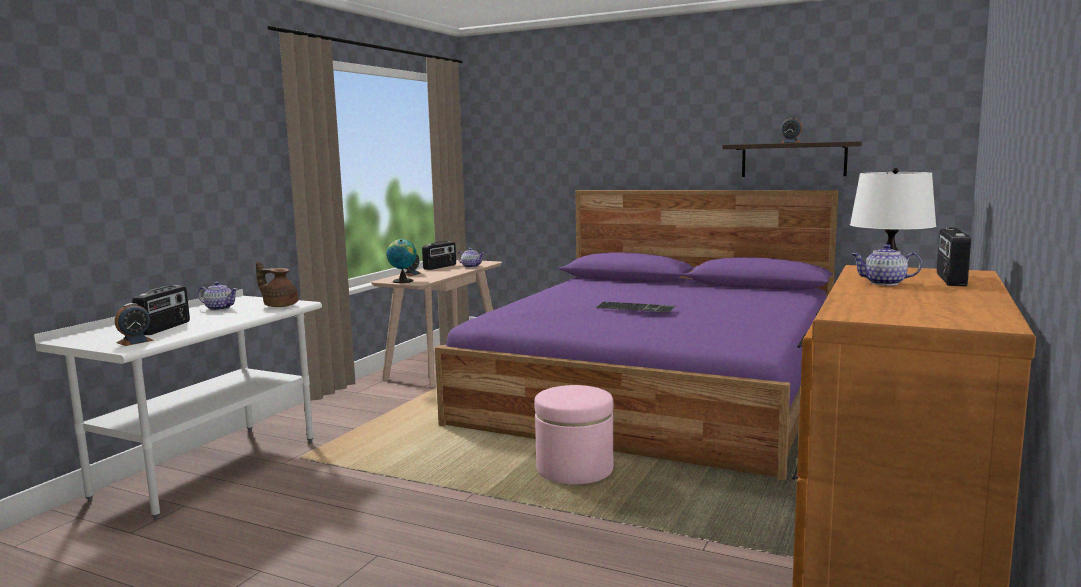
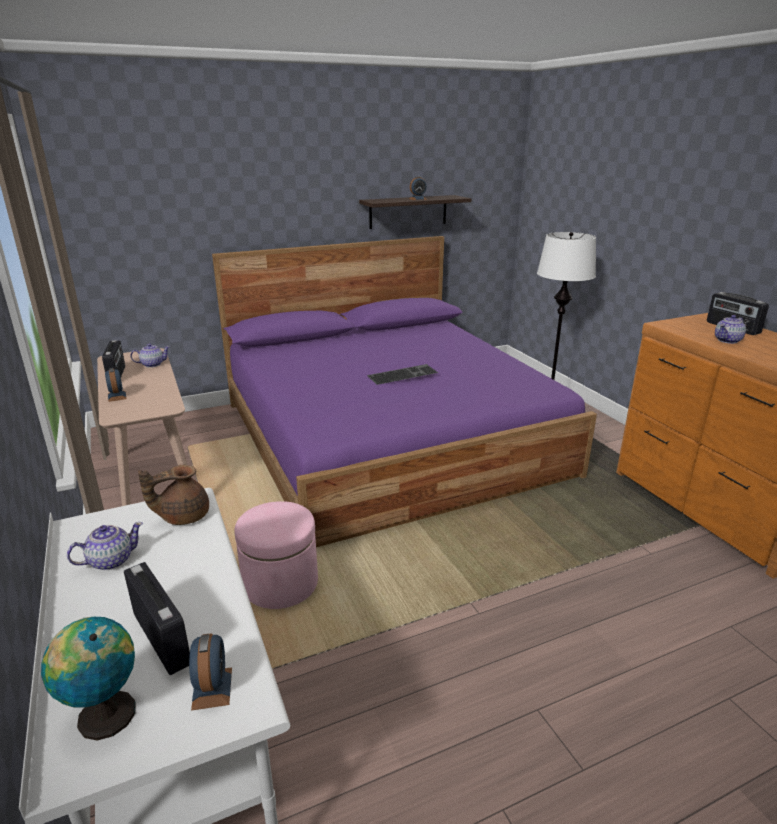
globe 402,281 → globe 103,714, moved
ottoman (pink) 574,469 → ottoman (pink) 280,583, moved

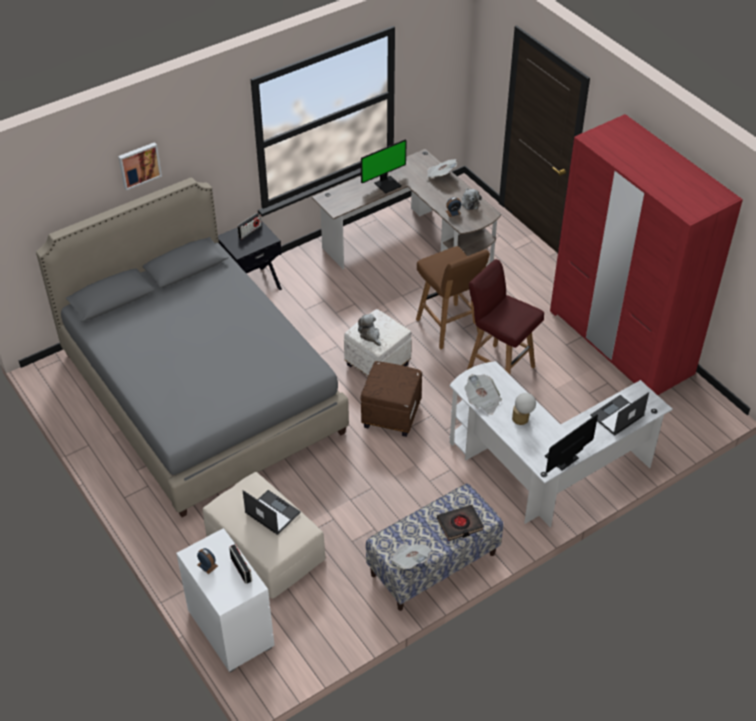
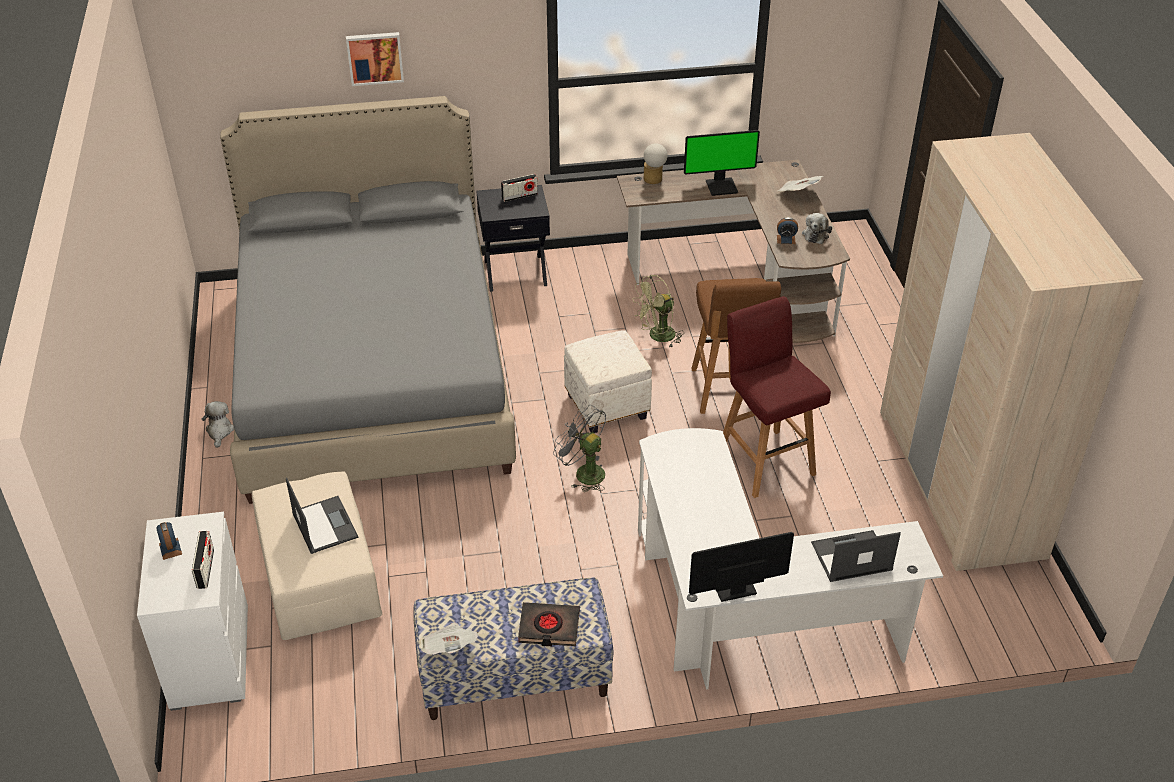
plush toy 370,335 → plush toy 219,431, moved
ottoman (brown) 391,415 → fan (grey) 584,472
newspaper 482,401 → -
table lamp 522,420 → table lamp 653,180, moved
wardrobe (red) 620,342 → wardrobe (beige) 959,482
- → fan (green) 657,337

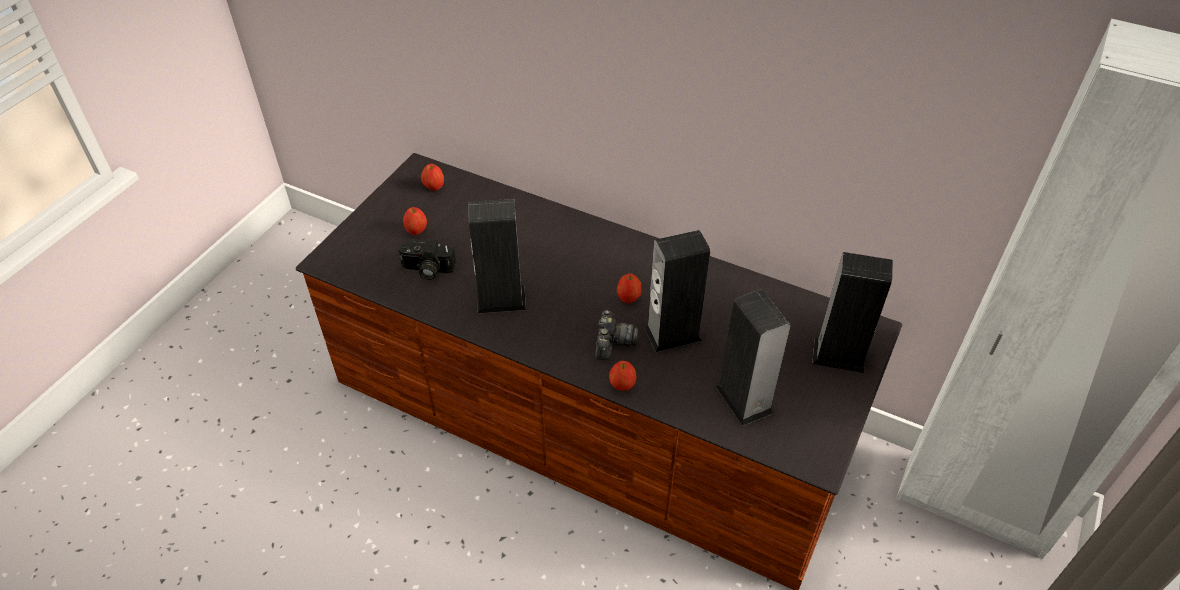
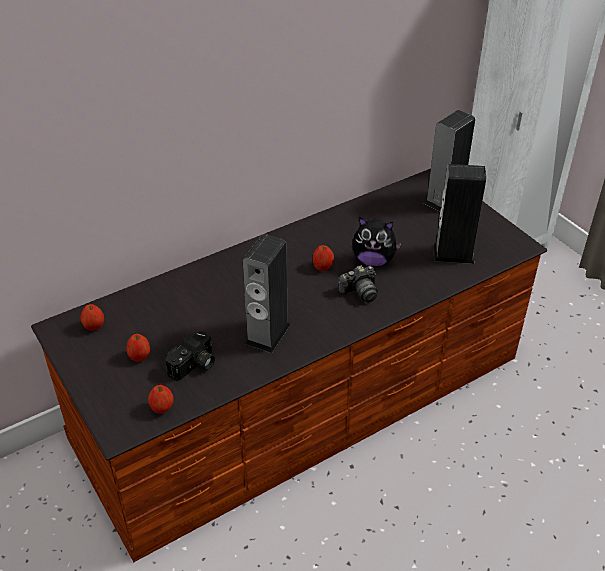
photo camera 613,343 → photo camera 359,292, 120 degrees clockwise
apple 622,385 → apple 162,408, moved
speaker 673,334 → plush toy 373,260

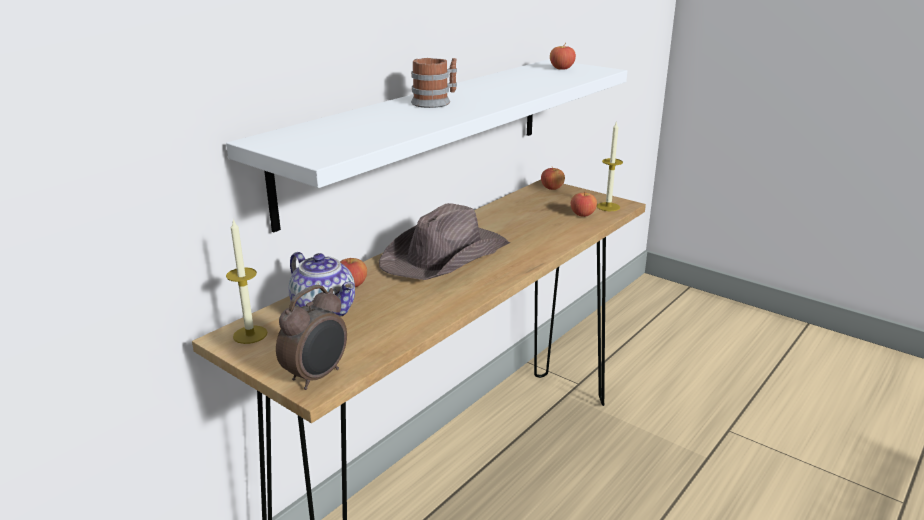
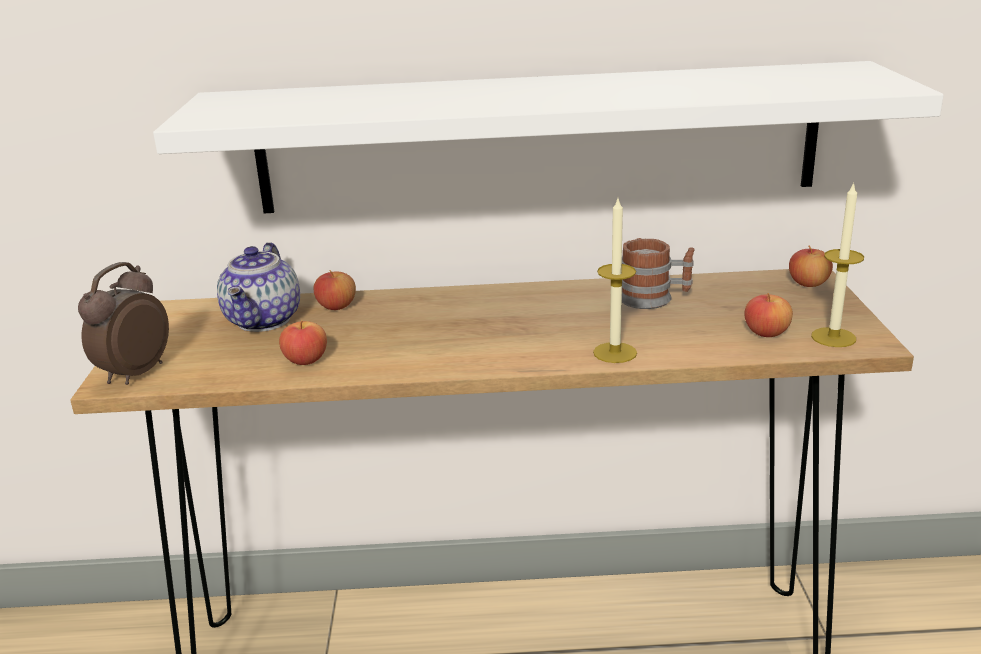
candle 250,334 → candle 615,352, moved
alarm clock 317,376 → alarm clock 134,374, 120 degrees clockwise
hat (brown) 447,256 → -
mug 436,102 → mug 654,298, moved
apple 561,68 → apple 305,360, moved

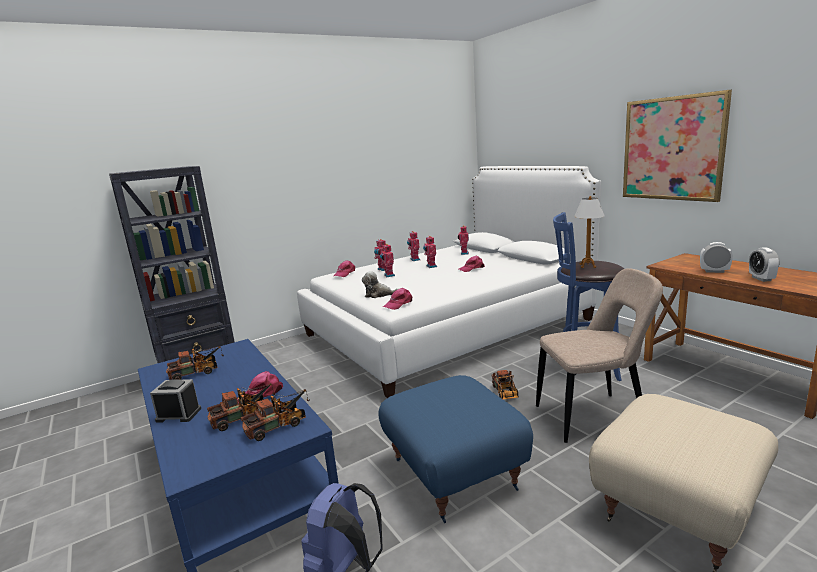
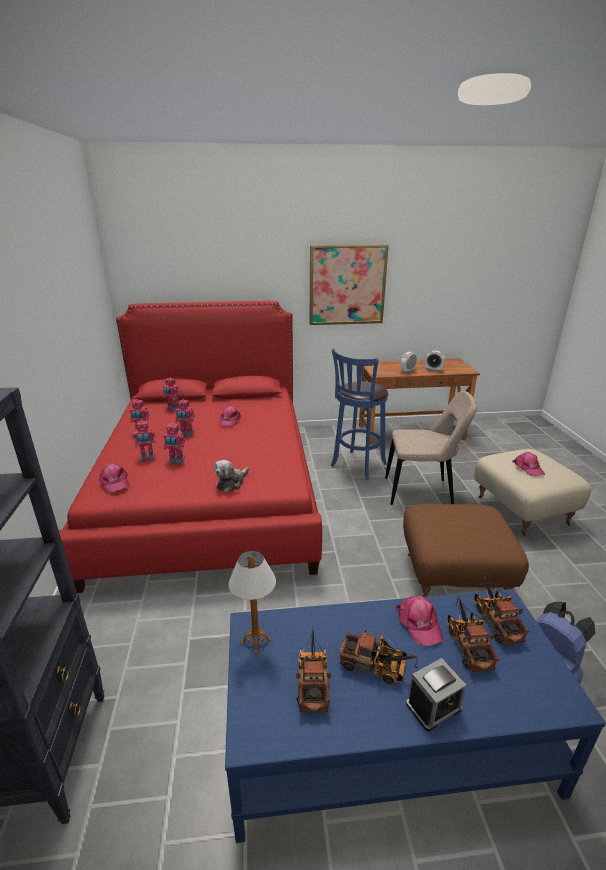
alarm clock 178,414 → alarm clock 433,706, 150 degrees counterclockwise
bed (white) 447,327 → bed (red) 209,490
ottoman (blue) 454,474 → ottoman (brown) 455,577
cap (pink) 398,304 → cap (pink) 528,468, moved
toy truck 505,393 → toy truck 377,667, moved
chair (beige) 594,417 → chair (beige) 422,492, 75 degrees clockwise
table lamp 587,266 → table lamp 255,641, moved

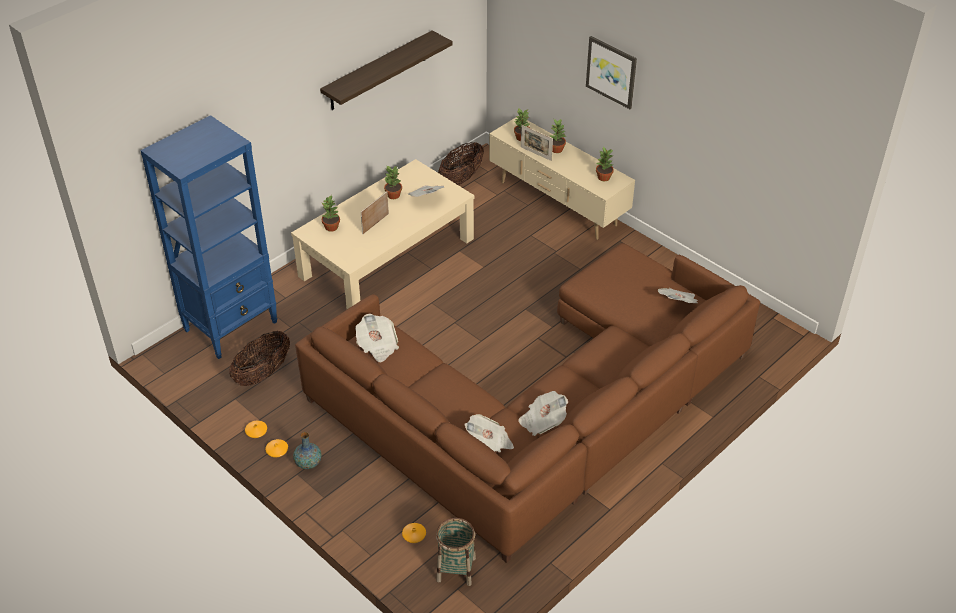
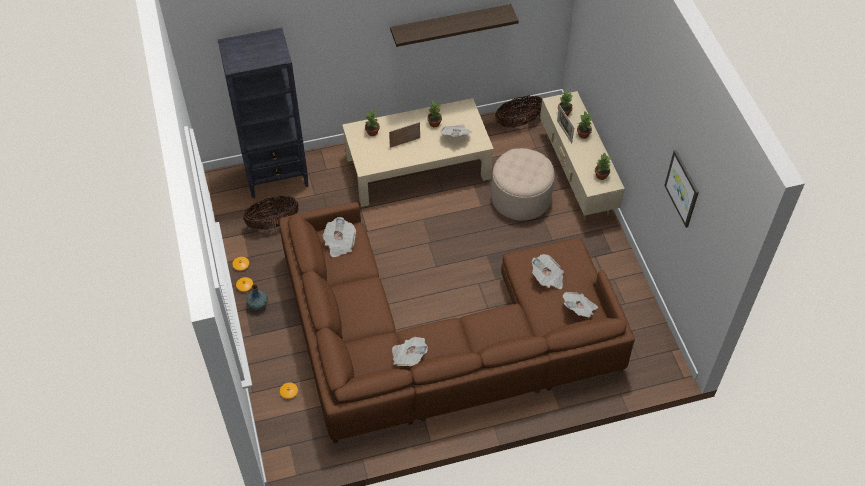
bookcase (blue) 232,326 → bookcase (black) 277,176
basket 456,569 → -
newspaper 489,443 → newspaper 547,278, moved
picture 611,72 → picture 682,188, moved
- → ottoman (beige) 521,198

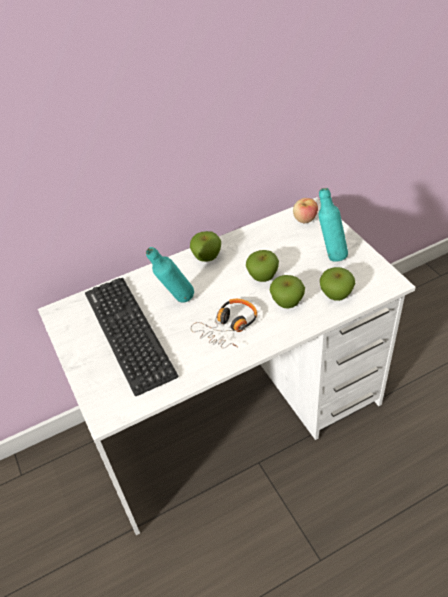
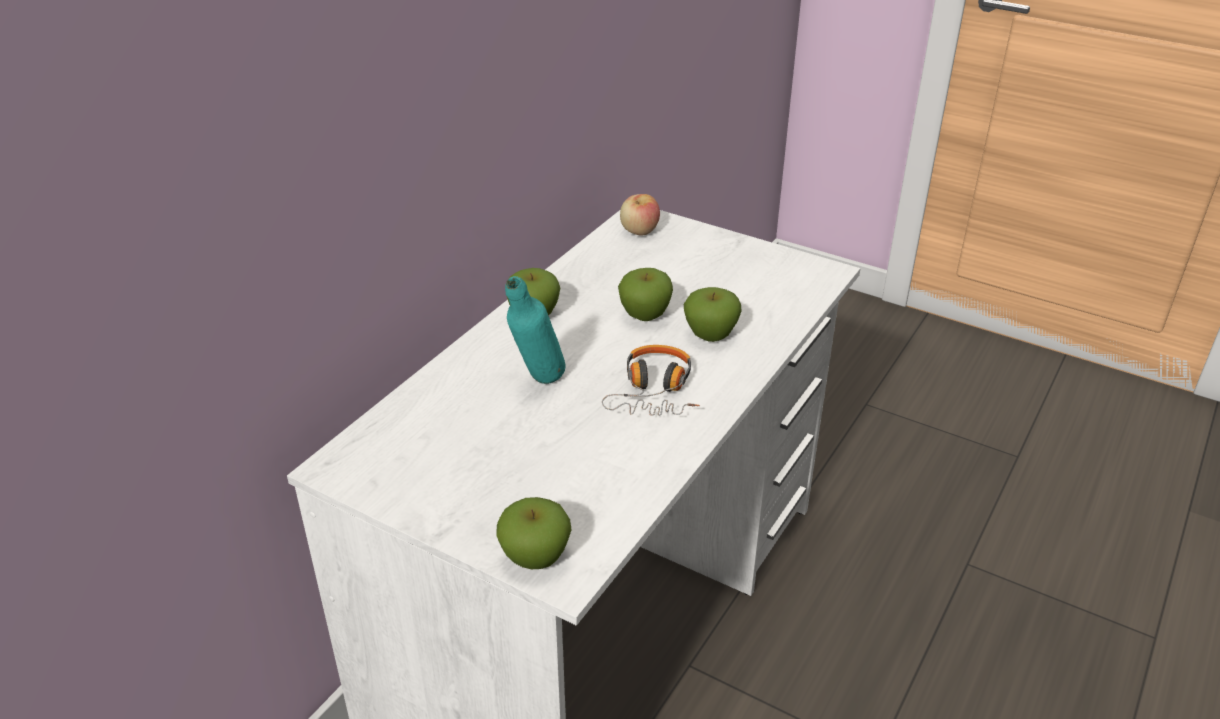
keyboard 128,333 → -
bottle (turquoise) 330,254 → -
apple 336,295 → apple 535,558, moved

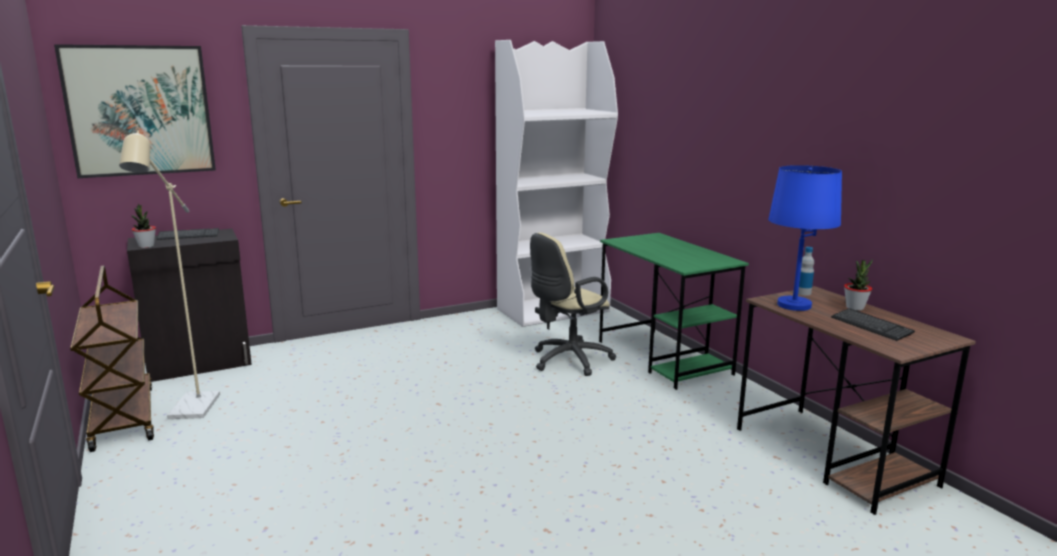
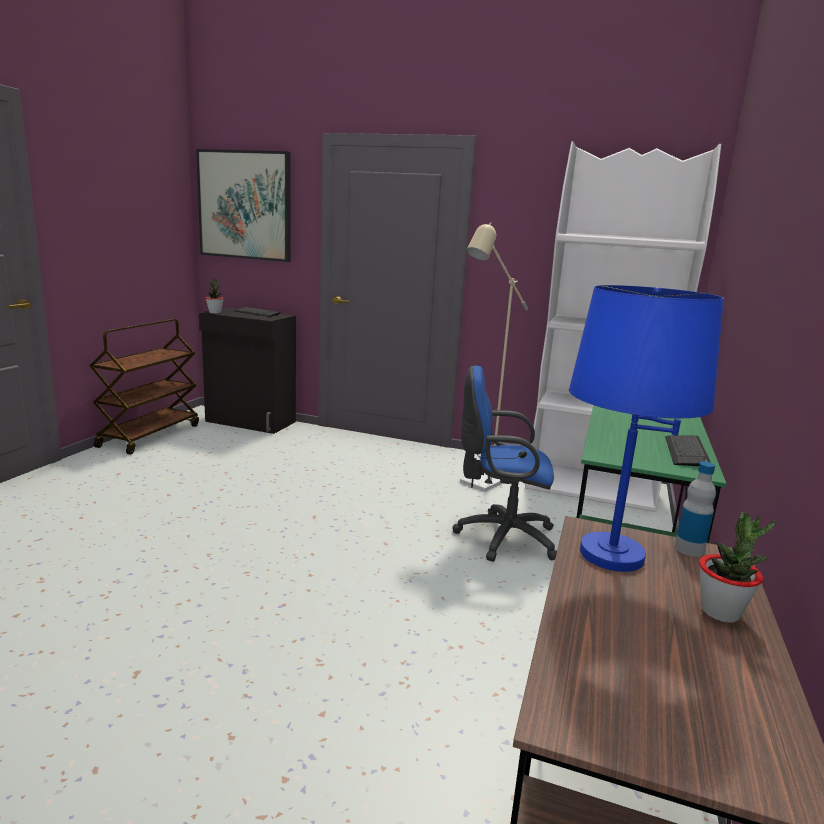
floor lamp (beige) 191,411 → floor lamp (beige) 480,483, moved
office chair (beige) 567,361 → office chair (blue) 500,537
keyboard 871,326 → keyboard 686,452, moved

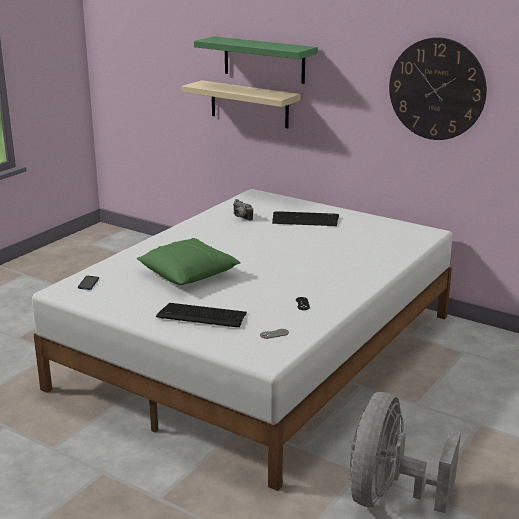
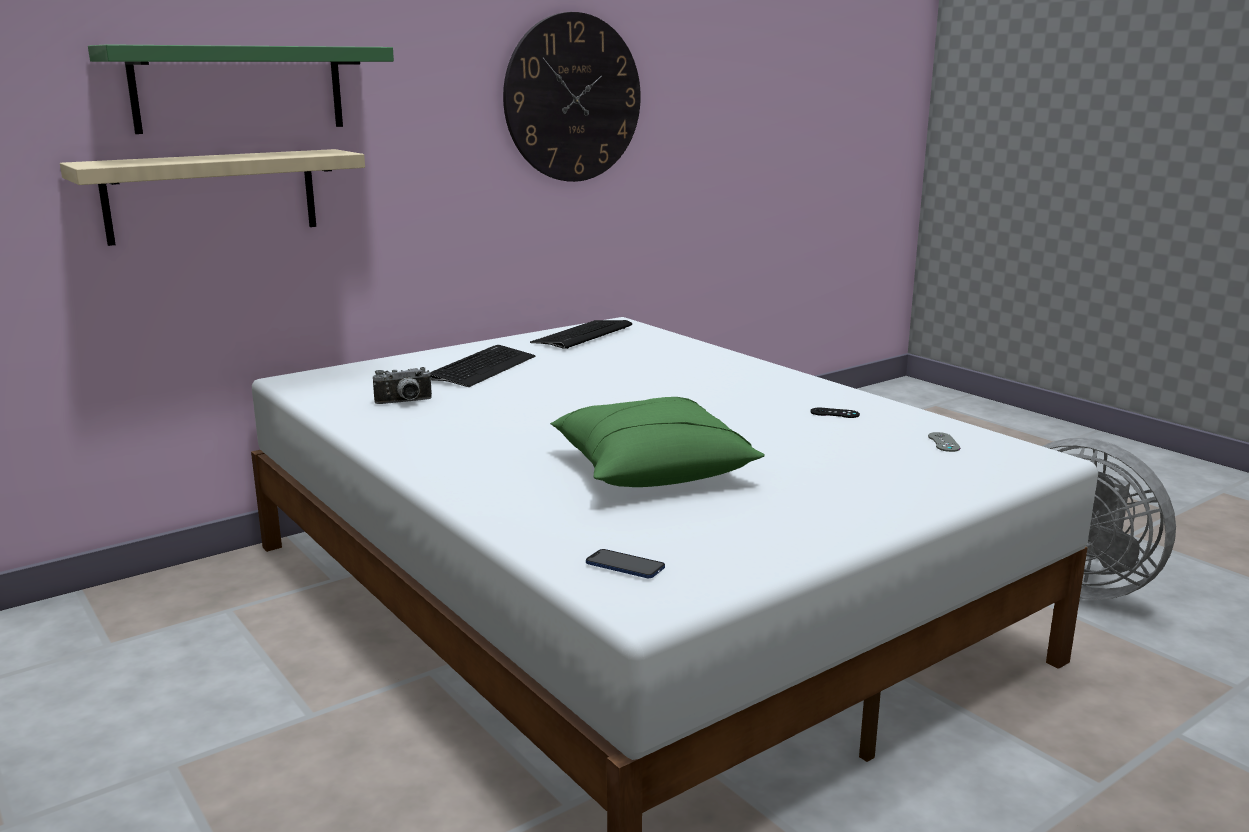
keyboard 202,316 → keyboard 582,335, moved

